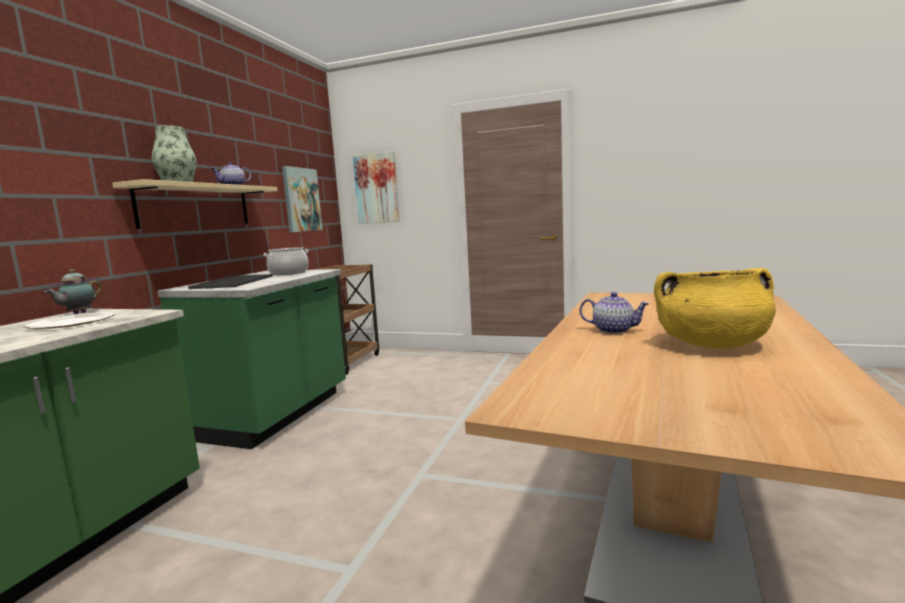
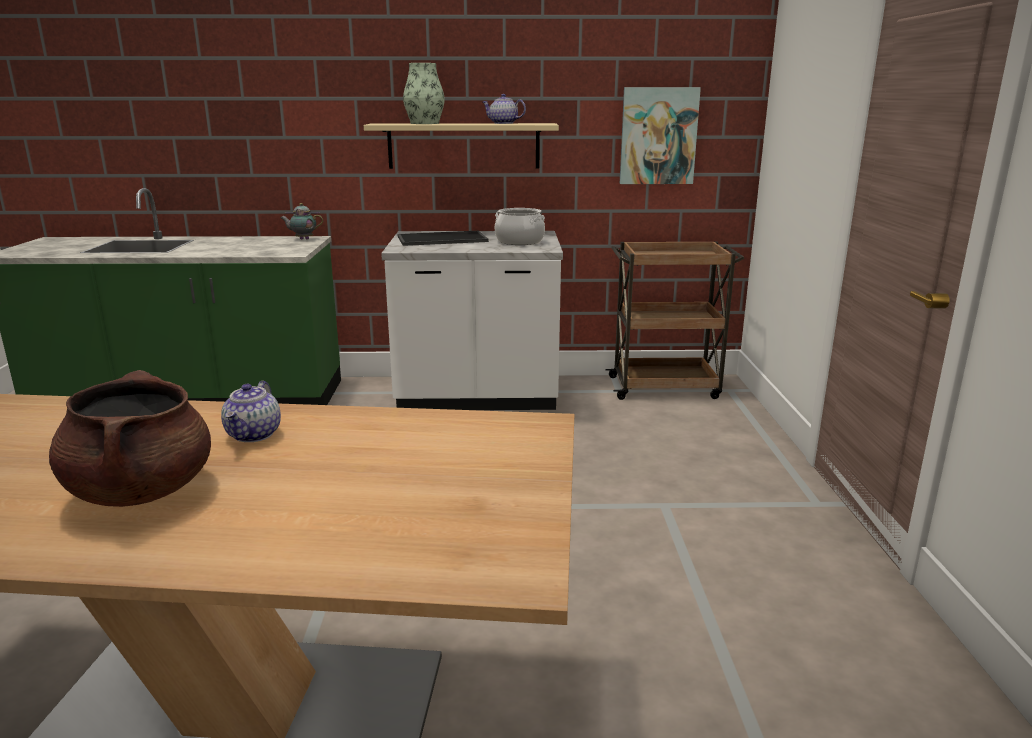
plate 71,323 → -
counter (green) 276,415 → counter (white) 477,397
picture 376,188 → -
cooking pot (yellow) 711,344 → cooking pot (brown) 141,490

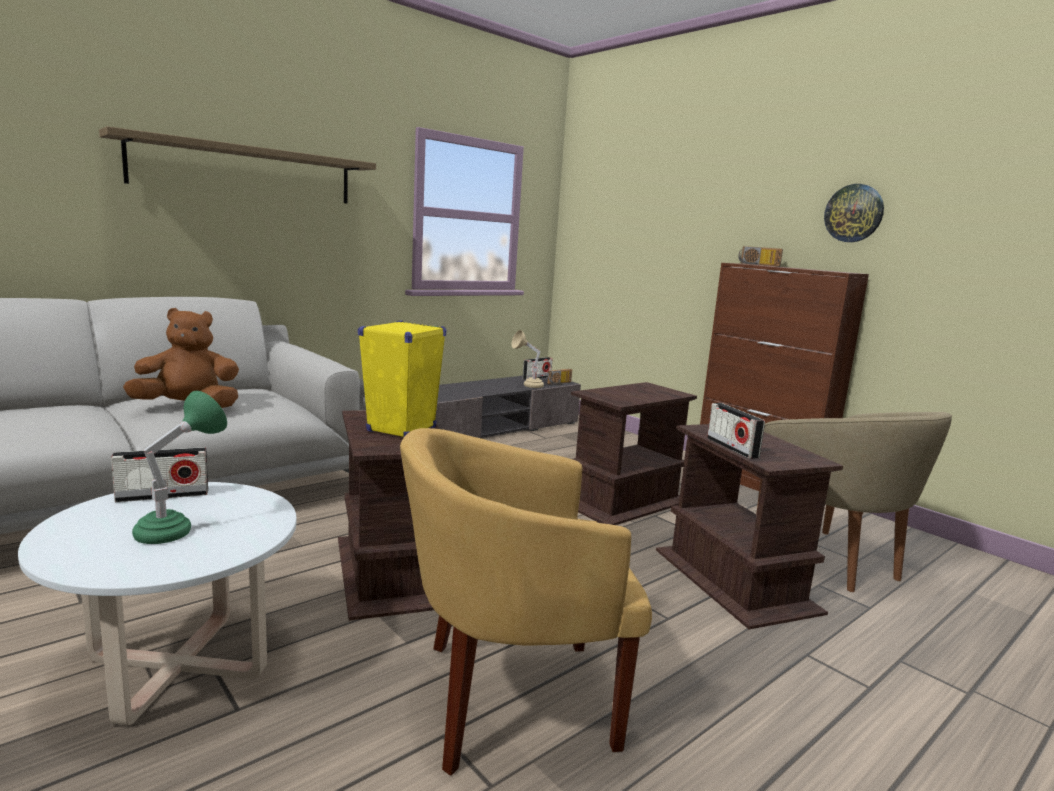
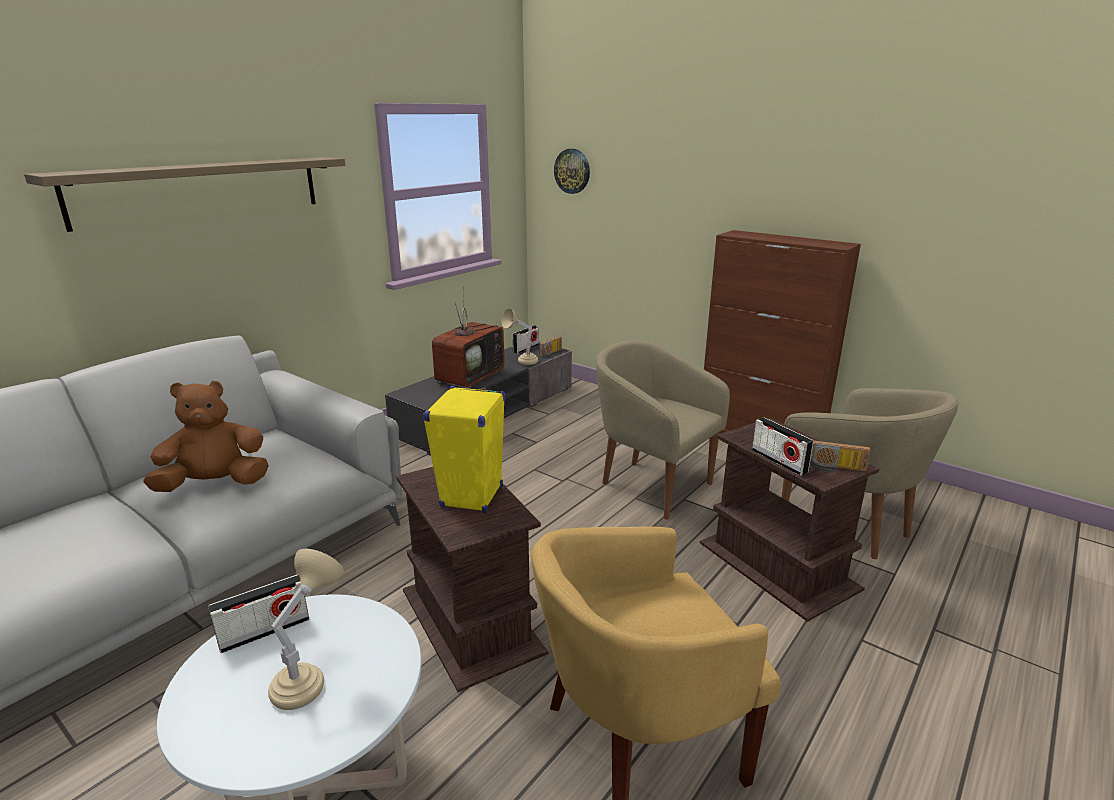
table lamp (green) 179,529 → table lamp (beige) 310,679
side table (brown) 625,501 → armchair (beige) 651,485
radio 758,264 → radio 835,468, moved
wall clock 854,213 → wall clock 572,171, moved
- → television 470,376

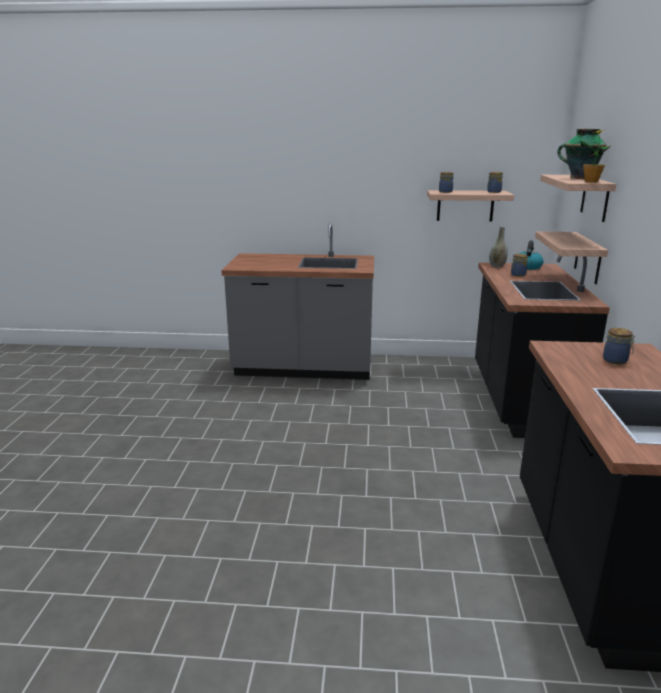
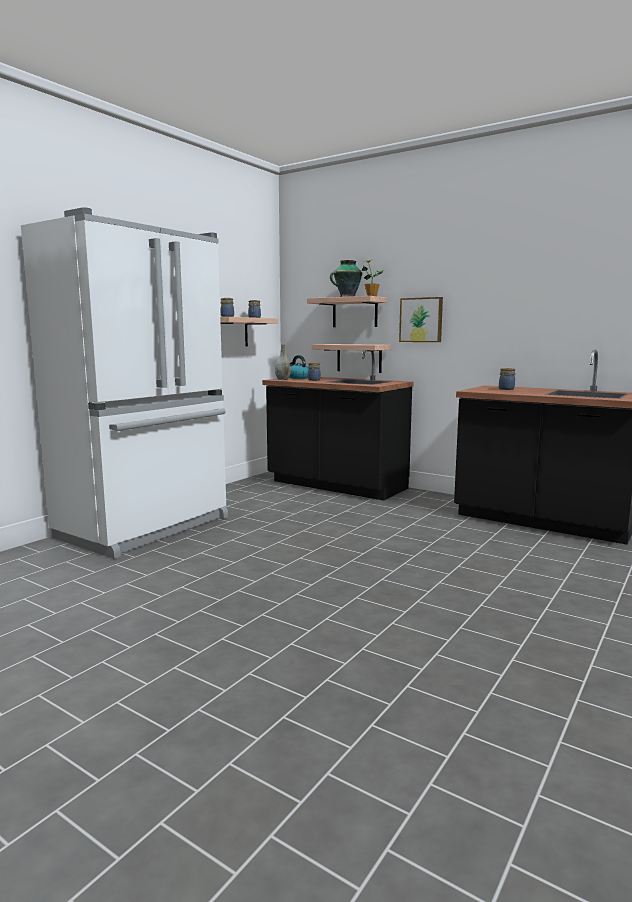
counter (grey) 303,369 → fridge (white) 147,528
- → picture 421,320

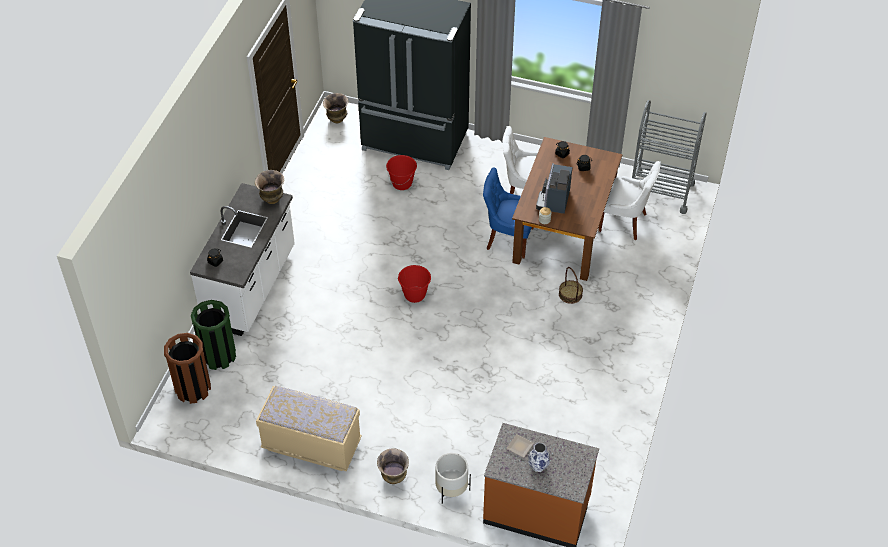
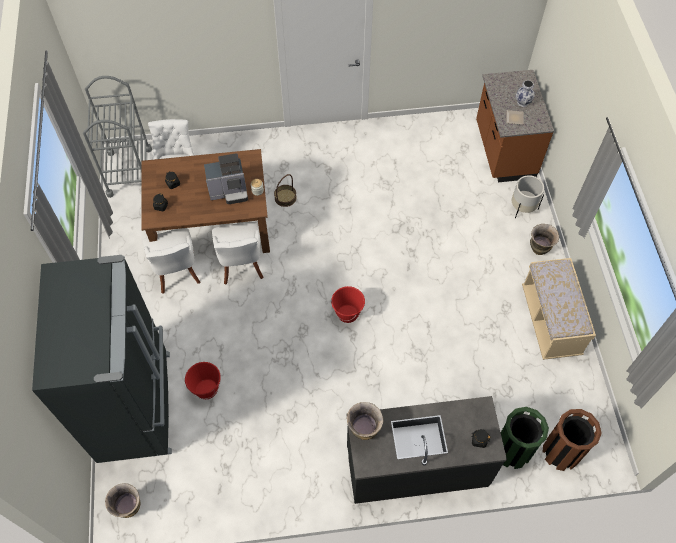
counter (white) 251,287 → counter (black) 416,466
chair (blue) 508,239 → chair (white) 241,266

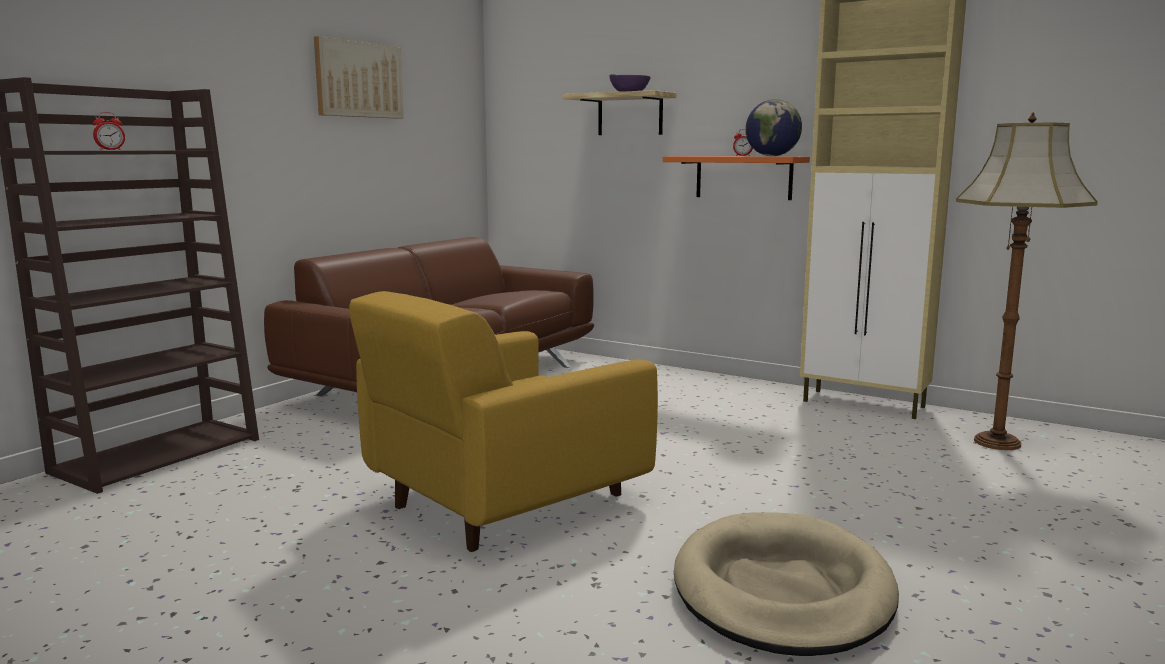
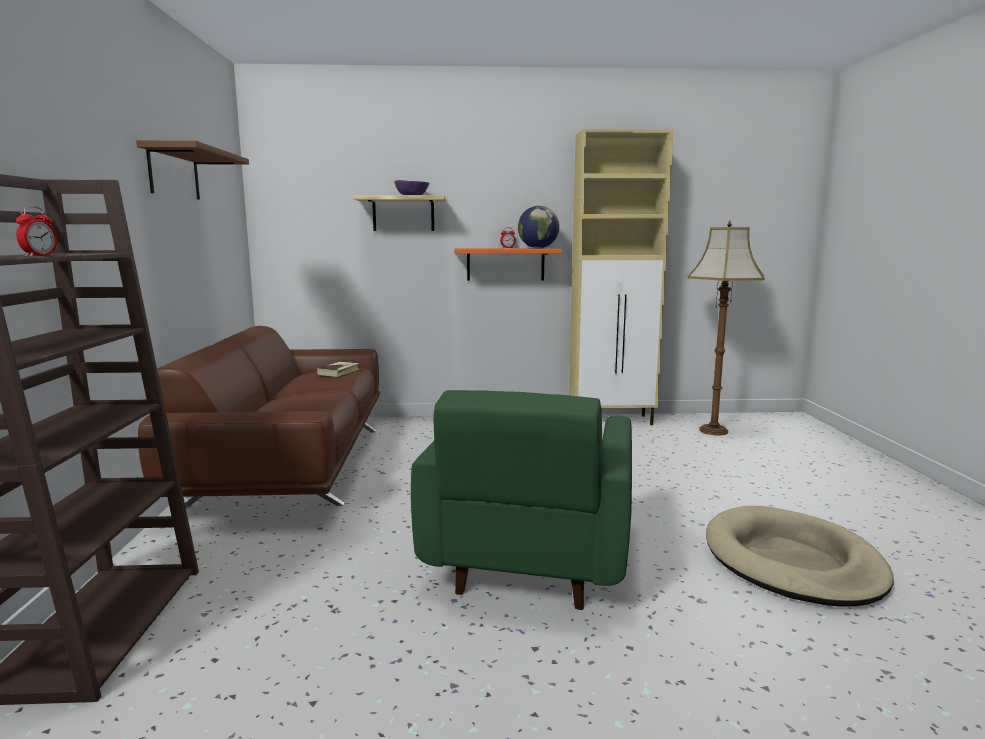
picture 358,80 → shelf (brown) 174,173
armchair (yellow) 502,502 → armchair (green) 530,560
- → book 338,372

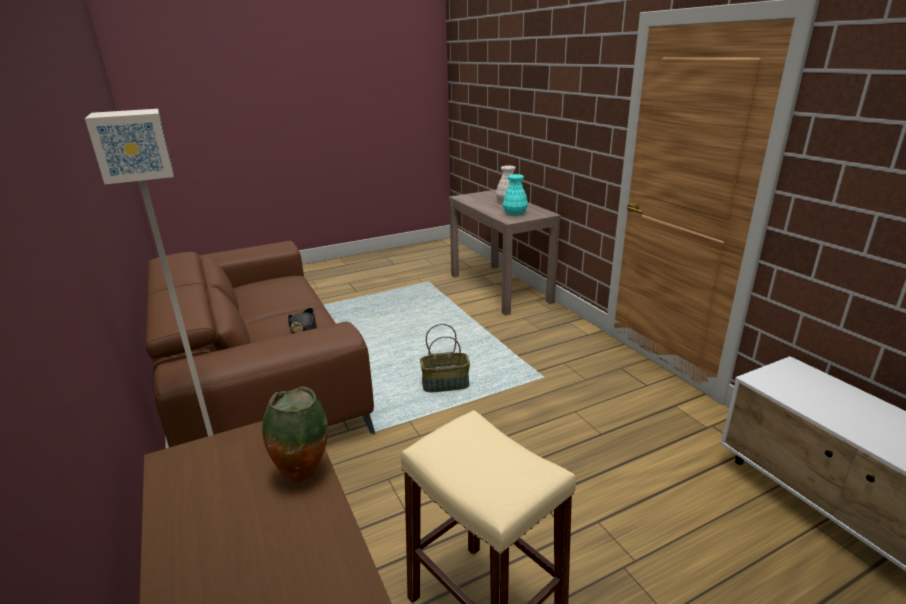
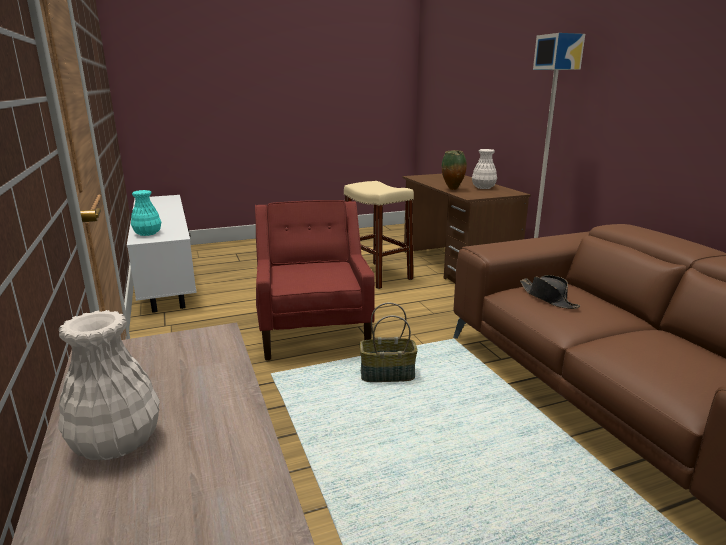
vase (turquoise) 514,213 → vase (turquoise) 148,233, moved
- → armchair (red) 314,331
- → vase (white) 483,187

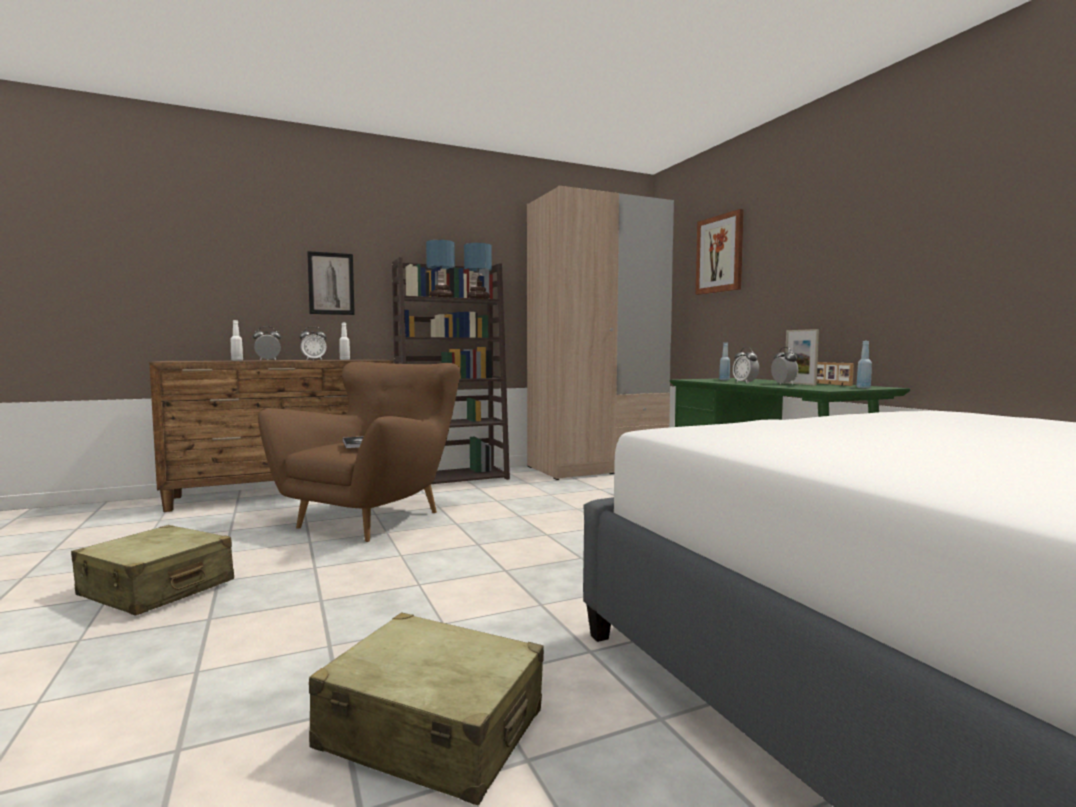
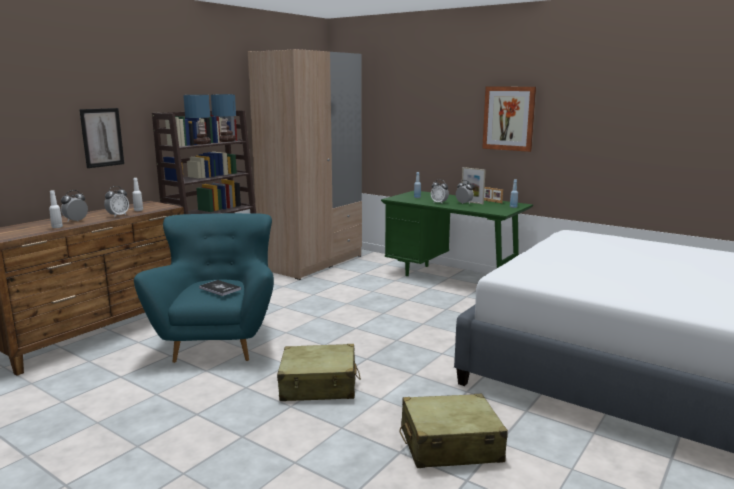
suitcase (beige) 156,589 → suitcase (beige) 319,385, moved
armchair (brown) 373,519 → armchair (turquoise) 219,341
picture 720,254 → picture 509,118, moved

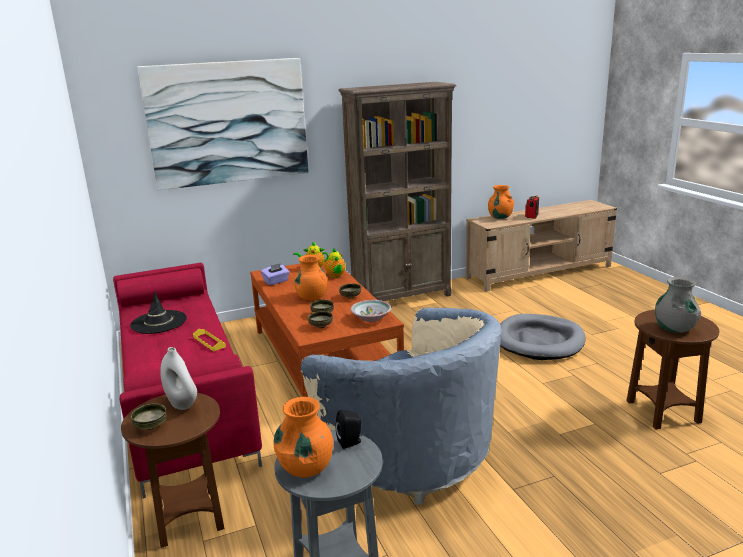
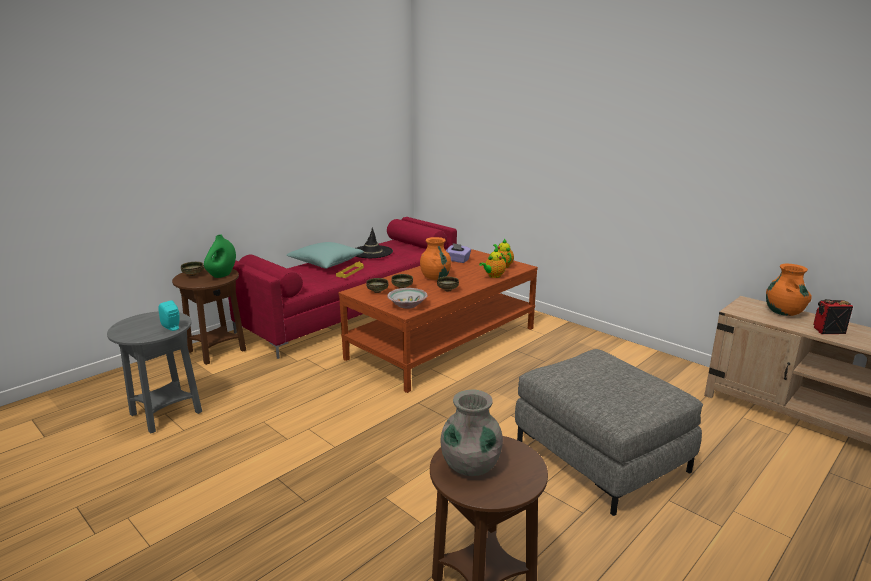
picture 228,123 → -
vase (white) 182,403 → vase (green) 222,275
vase (orange) 306,467 → -
armchair (beige) 411,458 → -
speaker (black) 351,442 → speaker (turquoise) 172,328
bookcase (brown) 402,297 → -
dog bed (grey) 539,341 → ottoman (grey) 601,456
- → pillow (turquoise) 326,263

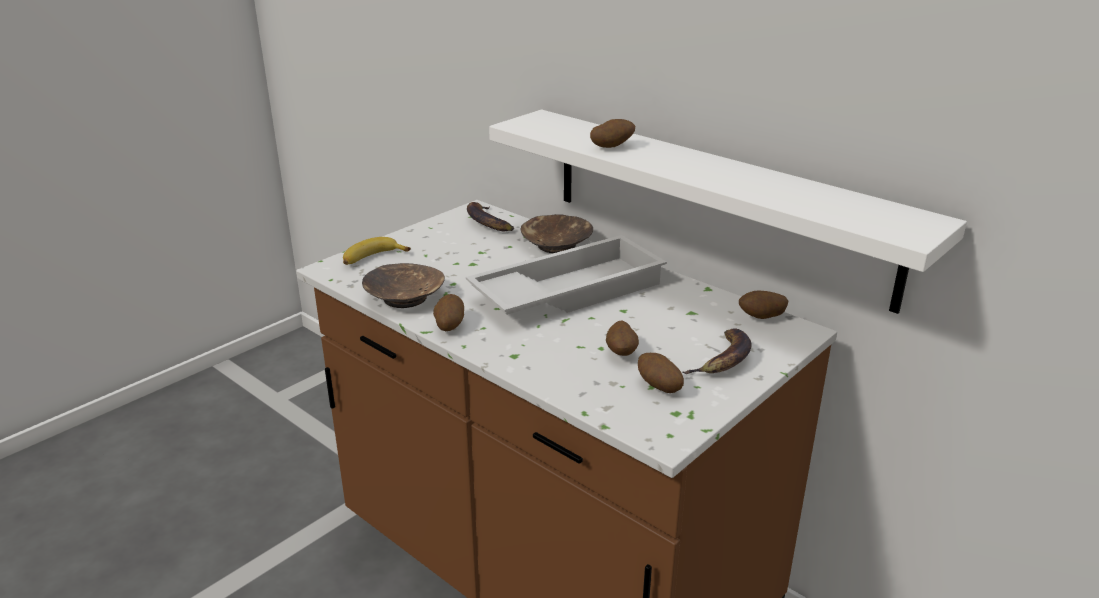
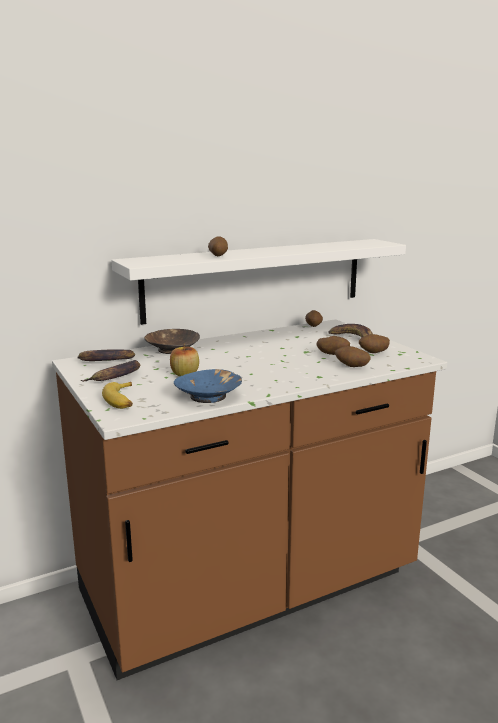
bowl (brown) 405,298 → bowl (blue) 209,396
potato 449,326 → potato 351,367, moved
tray (white) 567,290 → -
- → banana 116,377
- → apple 184,374

